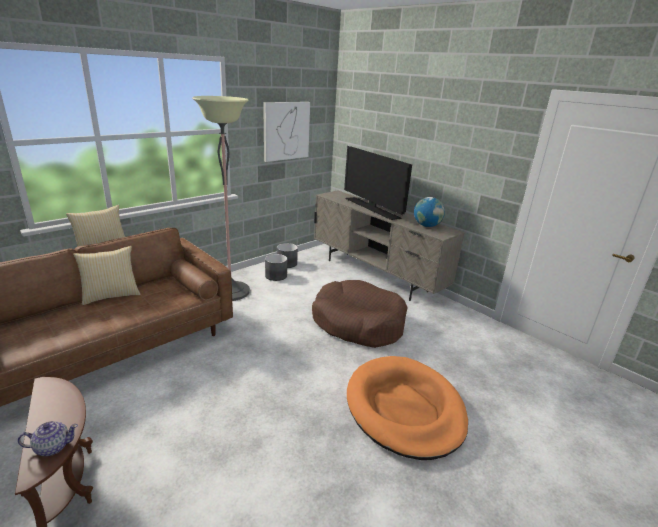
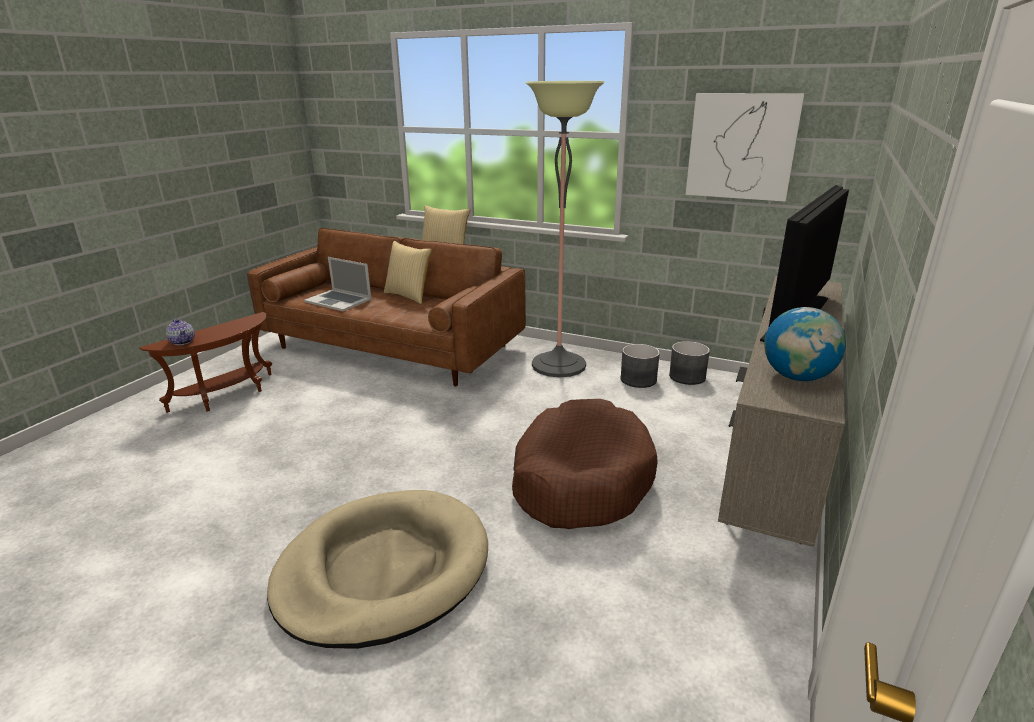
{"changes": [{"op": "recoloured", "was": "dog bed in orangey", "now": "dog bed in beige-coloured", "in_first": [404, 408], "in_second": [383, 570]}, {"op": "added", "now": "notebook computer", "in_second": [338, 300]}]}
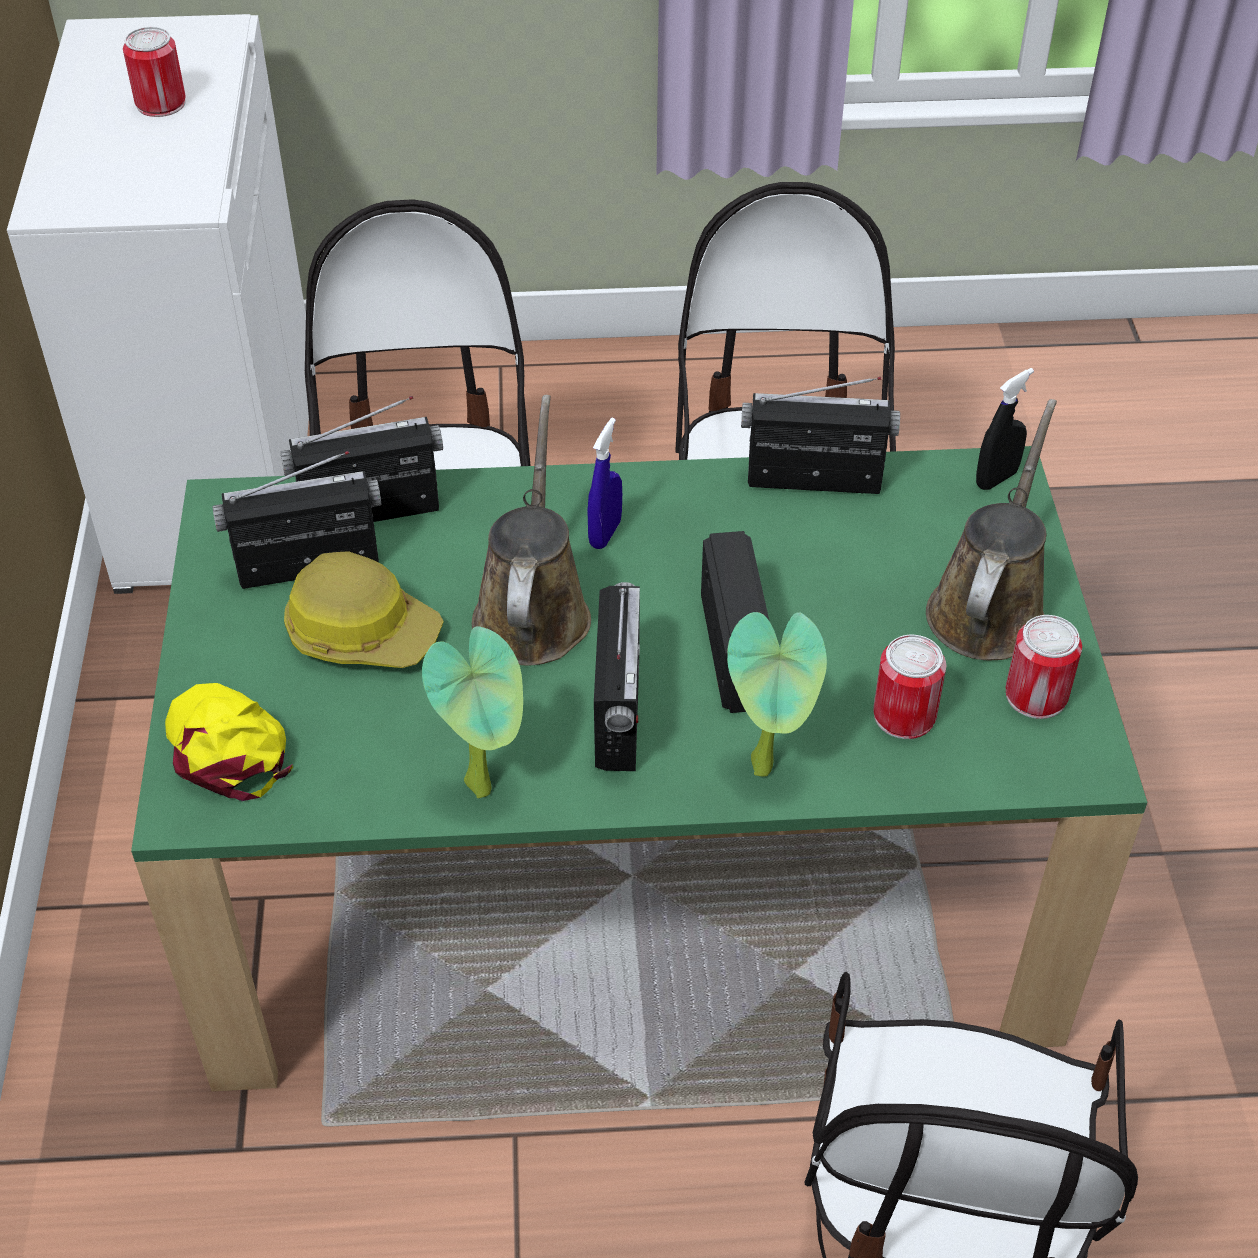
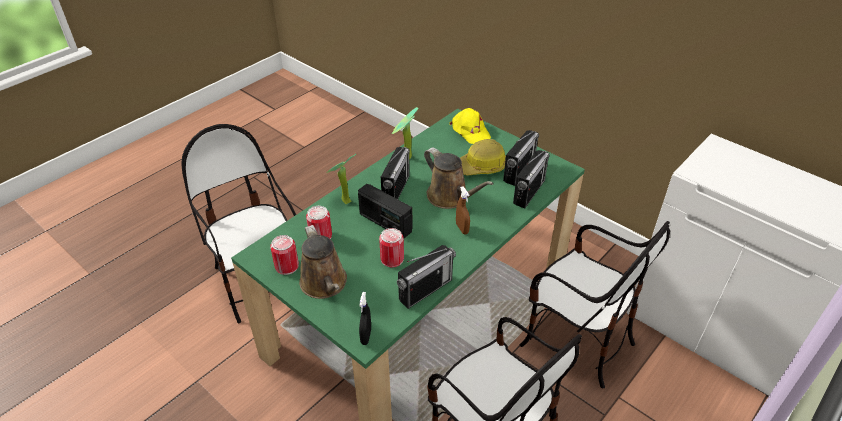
{"changes": [{"op": "moved", "was": "metal can", "in_first": [161, 103], "in_second": [392, 259]}, {"op": "turned", "was": "peaked cap in yellow-coloured", "in_first": [227, 747], "in_second": [470, 131], "clockwise": 45}, {"op": "recoloured", "was": "hand sprayer in bluish", "now": "hand sprayer in brownish", "in_first": [605, 533], "in_second": [462, 229]}, {"op": "turned", "was": "radio receiver", "in_first": [618, 712], "in_second": [396, 189], "clockwise": -120}]}
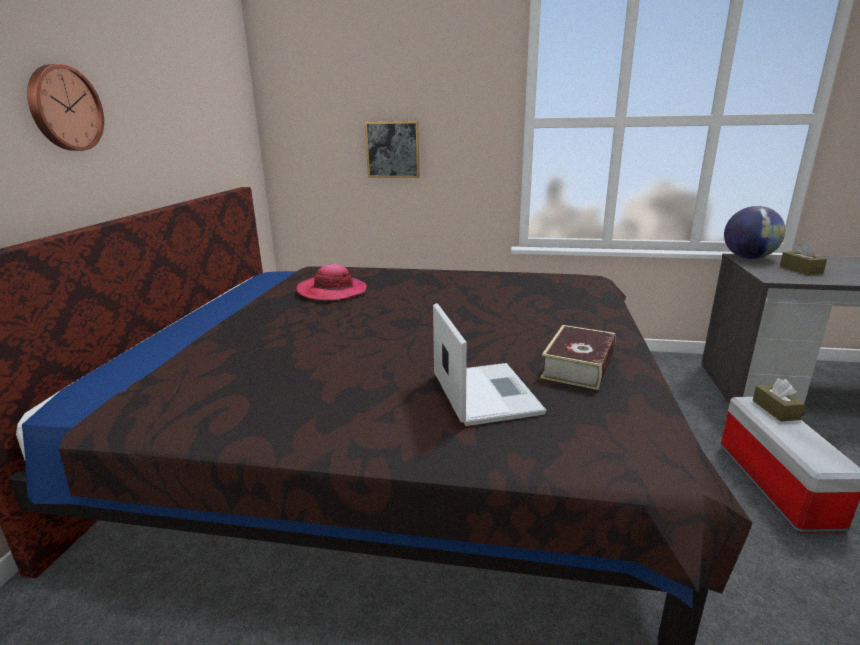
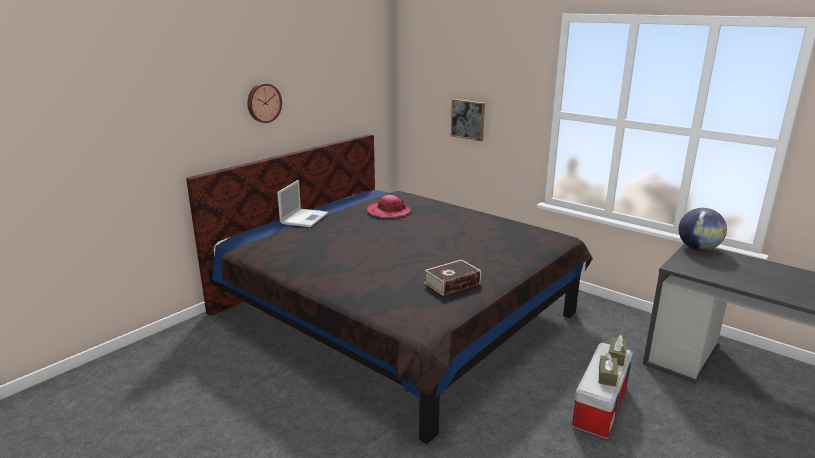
{"changes": [{"op": "moved", "was": "notebook computer", "in_first": [484, 392], "in_second": [305, 218]}, {"op": "moved", "was": "box of tissues in brownish", "in_first": [800, 270], "in_second": [607, 376]}]}
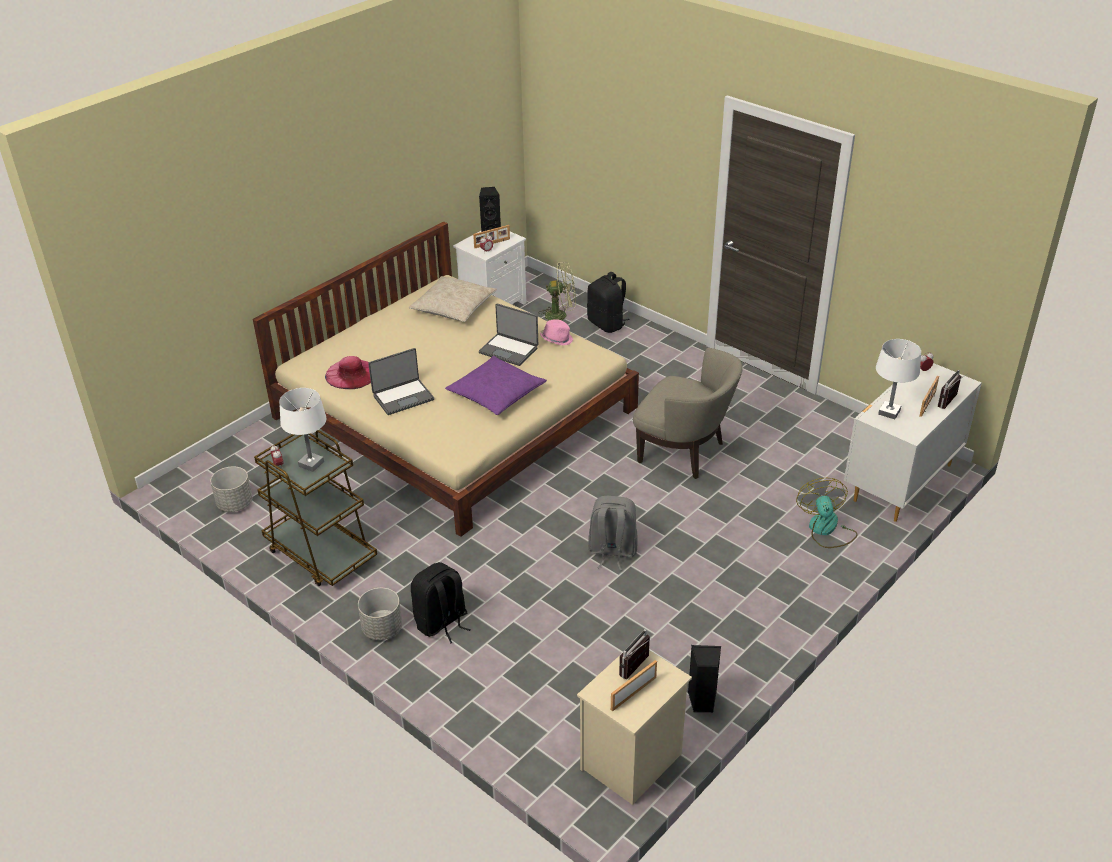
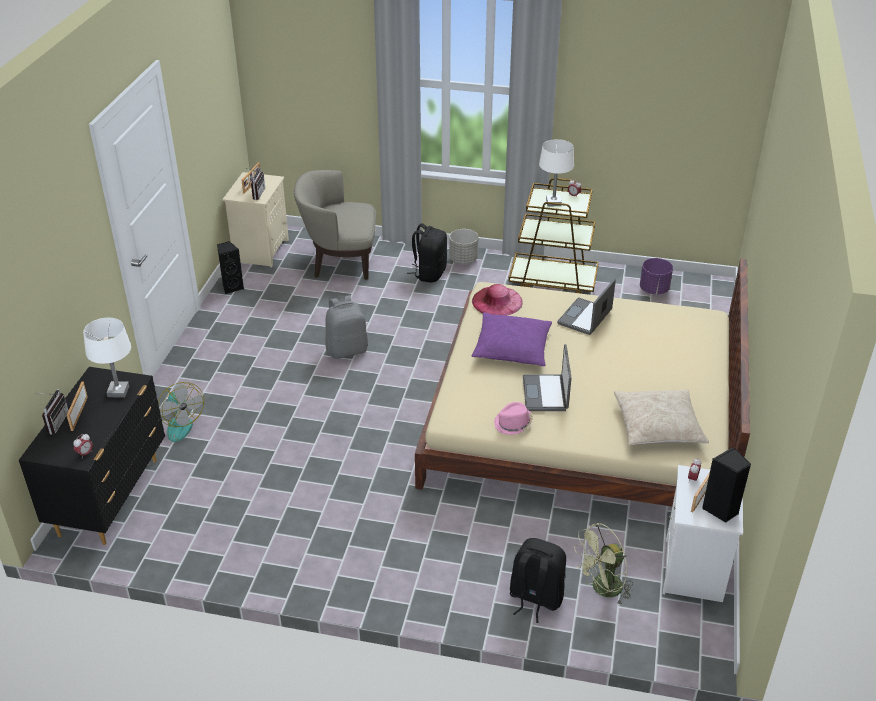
{"changes": [{"op": "recoloured", "was": "flower pot in gray", "now": "flower pot in purplish", "in_first": [235, 504], "in_second": [654, 290]}, {"op": "moved", "was": "hat in pink-coloured", "in_first": [351, 374], "in_second": [497, 301]}, {"op": "turned", "was": "notebook computer", "in_first": [509, 350], "in_second": [546, 394], "clockwise": -90}, {"op": "moved", "was": "lounge chair in beige-coloured", "in_first": [684, 452], "in_second": [340, 262]}, {"op": "recoloured", "was": "chest of drawers in white-coloured", "now": "chest of drawers in black-coloured", "in_first": [900, 483], "in_second": [111, 496]}]}
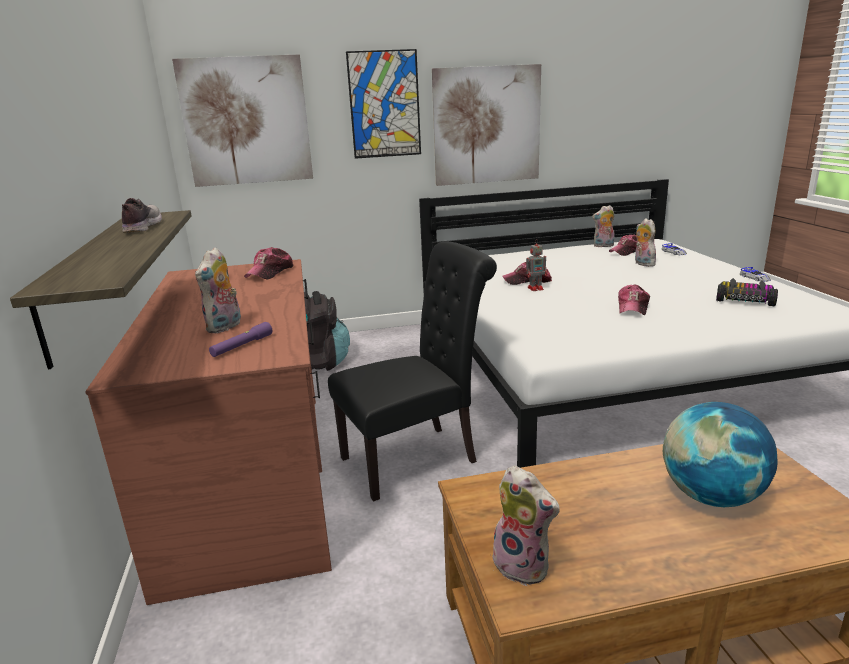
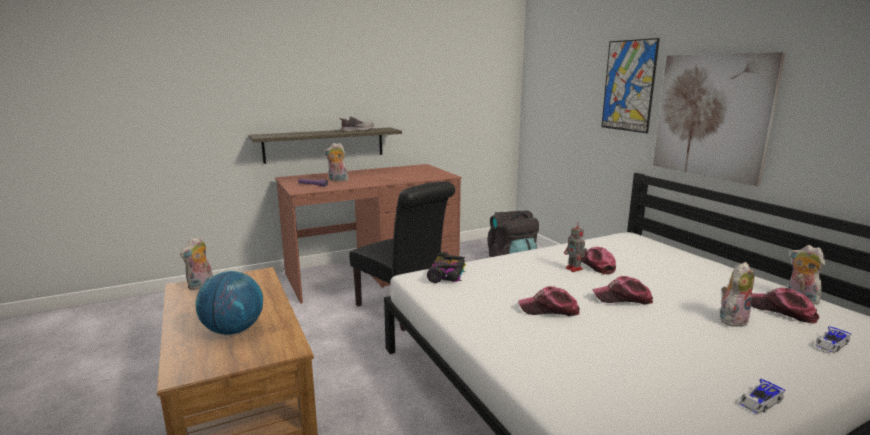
{"changes": [{"op": "removed", "was": "wall picture", "in_first": [246, 121]}, {"op": "moved", "was": "peaked cap", "in_first": [270, 272], "in_second": [622, 298]}, {"op": "moved", "was": "toy car", "in_first": [745, 300], "in_second": [447, 274]}]}
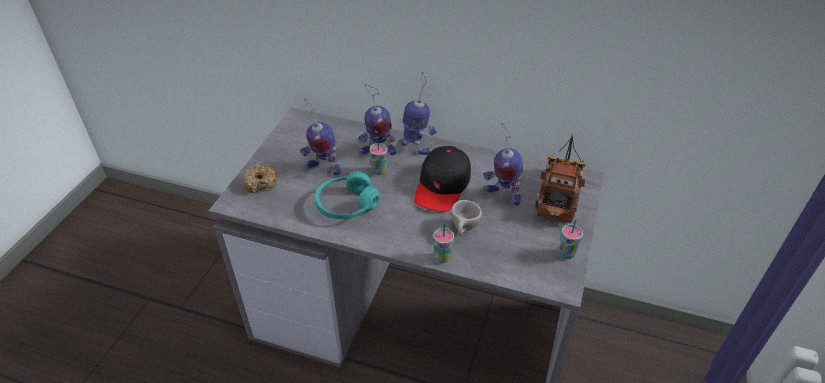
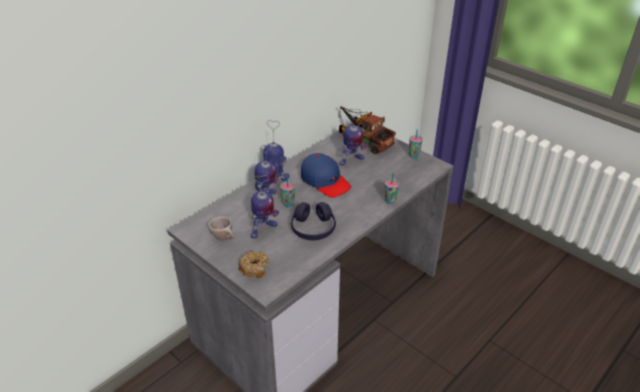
{"changes": [{"op": "recoloured", "was": "pair of headphones in blue-green", "now": "pair of headphones in purplish", "in_first": [347, 205], "in_second": [313, 228]}, {"op": "recoloured", "was": "peaked cap in black-coloured", "now": "peaked cap in bluish", "in_first": [442, 186], "in_second": [325, 181]}, {"op": "moved", "was": "drinking cup in beige-coloured", "in_first": [464, 230], "in_second": [224, 238]}]}
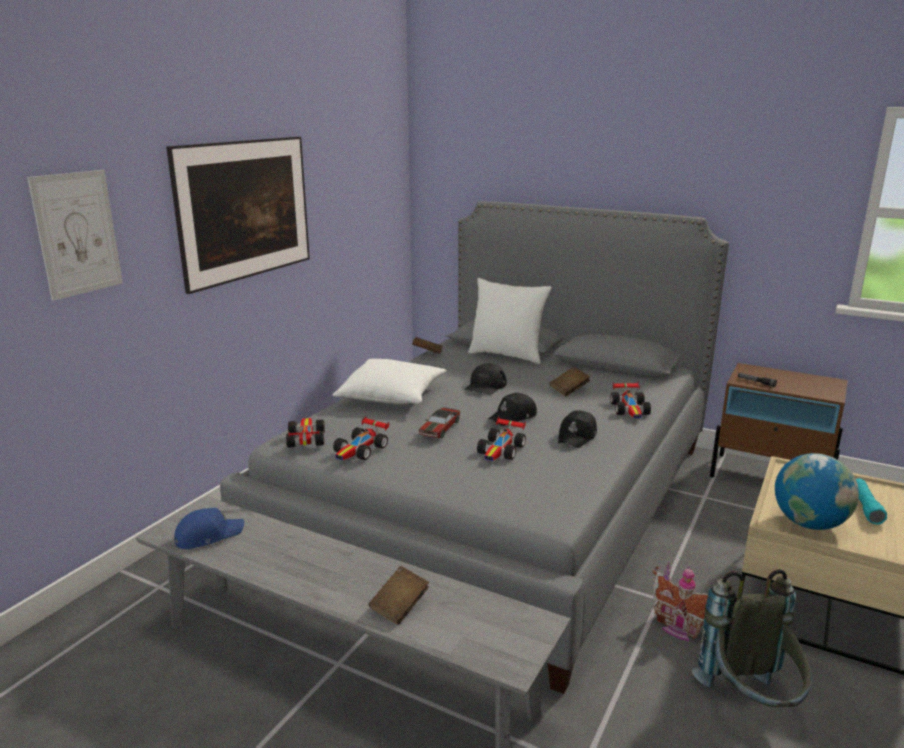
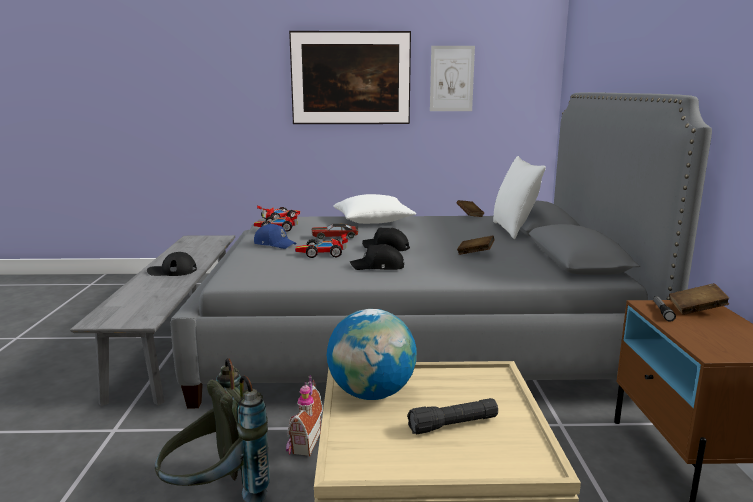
{"changes": [{"op": "moved", "was": "wall picture", "in_first": [77, 234], "in_second": [451, 78]}, {"op": "moved", "was": "peaked cap in bluish", "in_first": [208, 535], "in_second": [274, 244]}, {"op": "moved", "was": "book in brownish", "in_first": [399, 606], "in_second": [696, 310]}, {"op": "moved", "was": "peaked cap in black-coloured", "in_first": [485, 386], "in_second": [172, 271]}, {"op": "removed", "was": "toy car", "in_first": [630, 409]}, {"op": "recoloured", "was": "hand torch in blue-green", "now": "hand torch in black-coloured", "in_first": [865, 507], "in_second": [453, 425]}]}
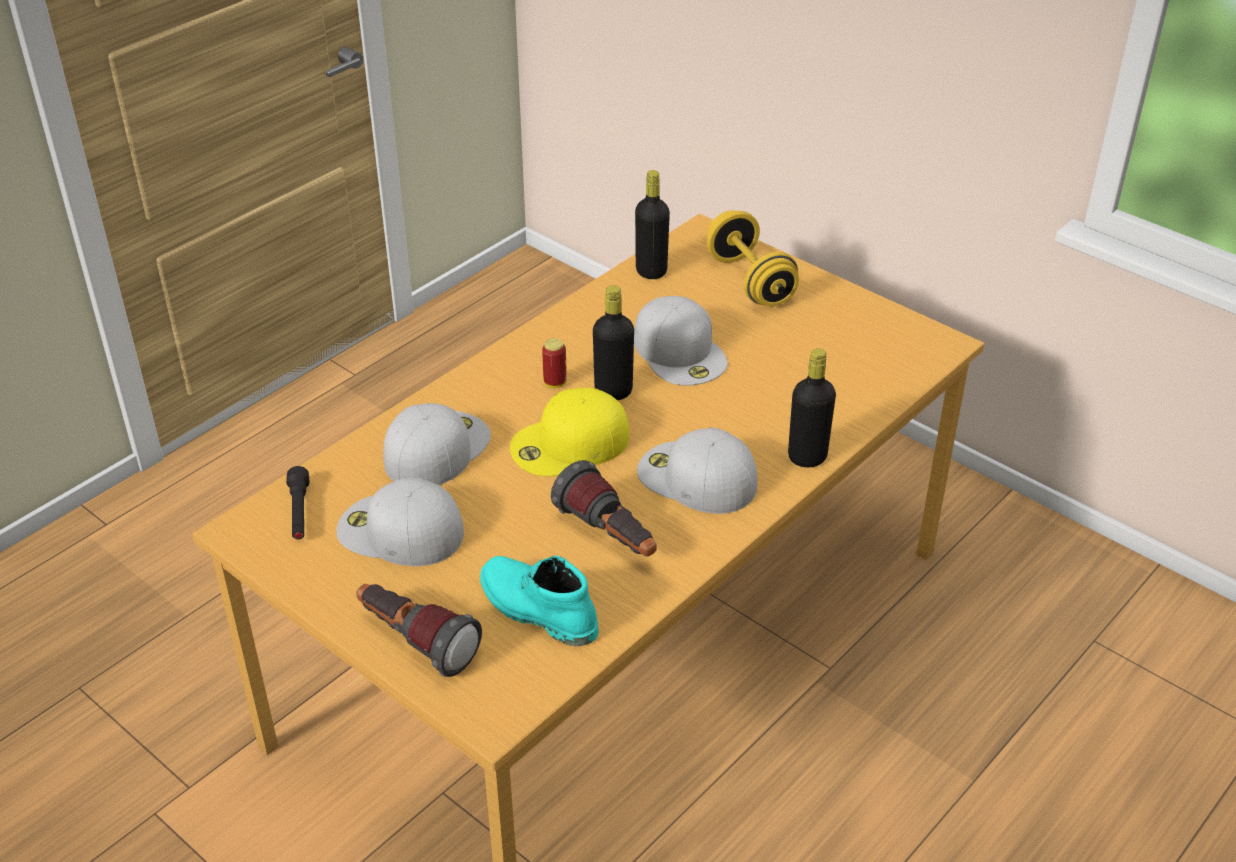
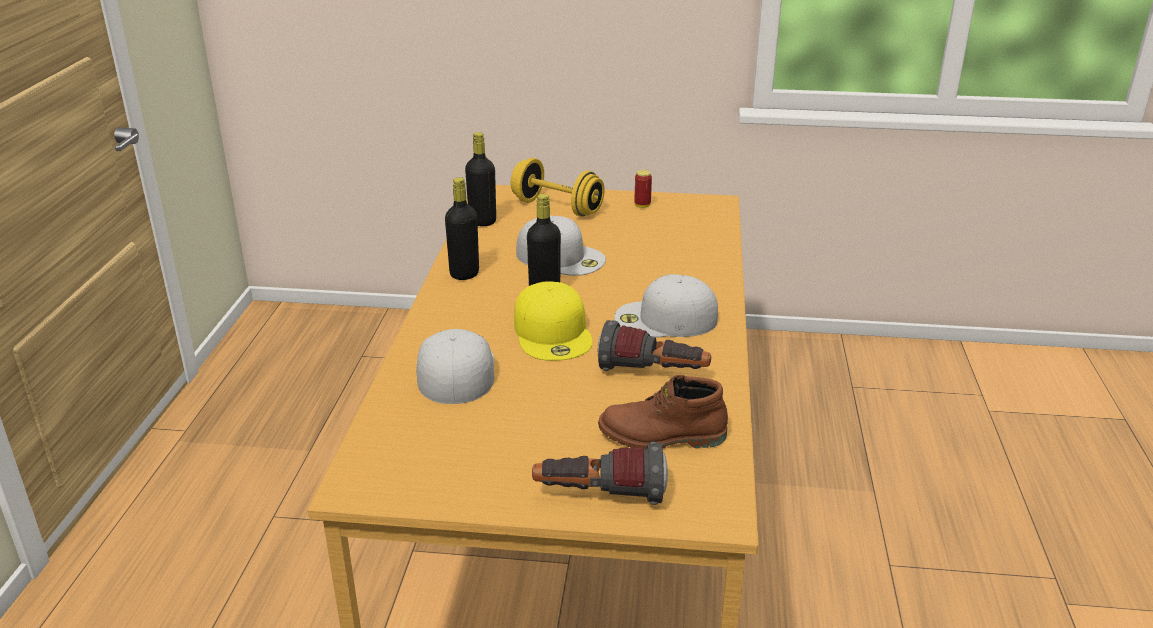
{"changes": [{"op": "removed", "was": "hand torch in black-coloured", "in_first": [299, 512]}, {"op": "removed", "was": "peaked cap in white-coloured", "in_first": [399, 531]}, {"op": "recoloured", "was": "tall boot in blue-green", "now": "tall boot in brownish", "in_first": [536, 610], "in_second": [661, 437]}, {"op": "turned", "was": "peaked cap in yellow-coloured", "in_first": [569, 444], "in_second": [553, 332], "clockwise": -45}, {"op": "moved", "was": "metal can", "in_first": [555, 383], "in_second": [642, 205]}, {"op": "moved", "was": "beverage bottle in black-coloured", "in_first": [807, 457], "in_second": [464, 274]}]}
